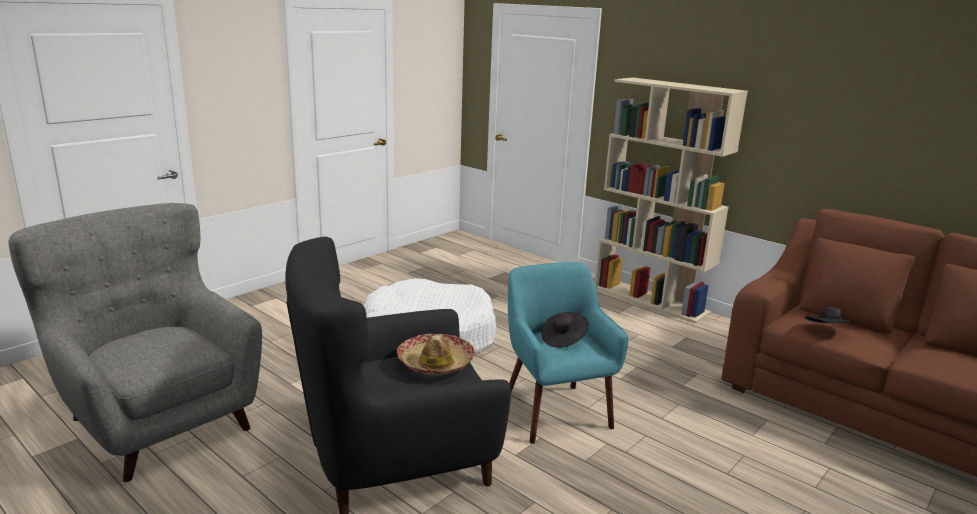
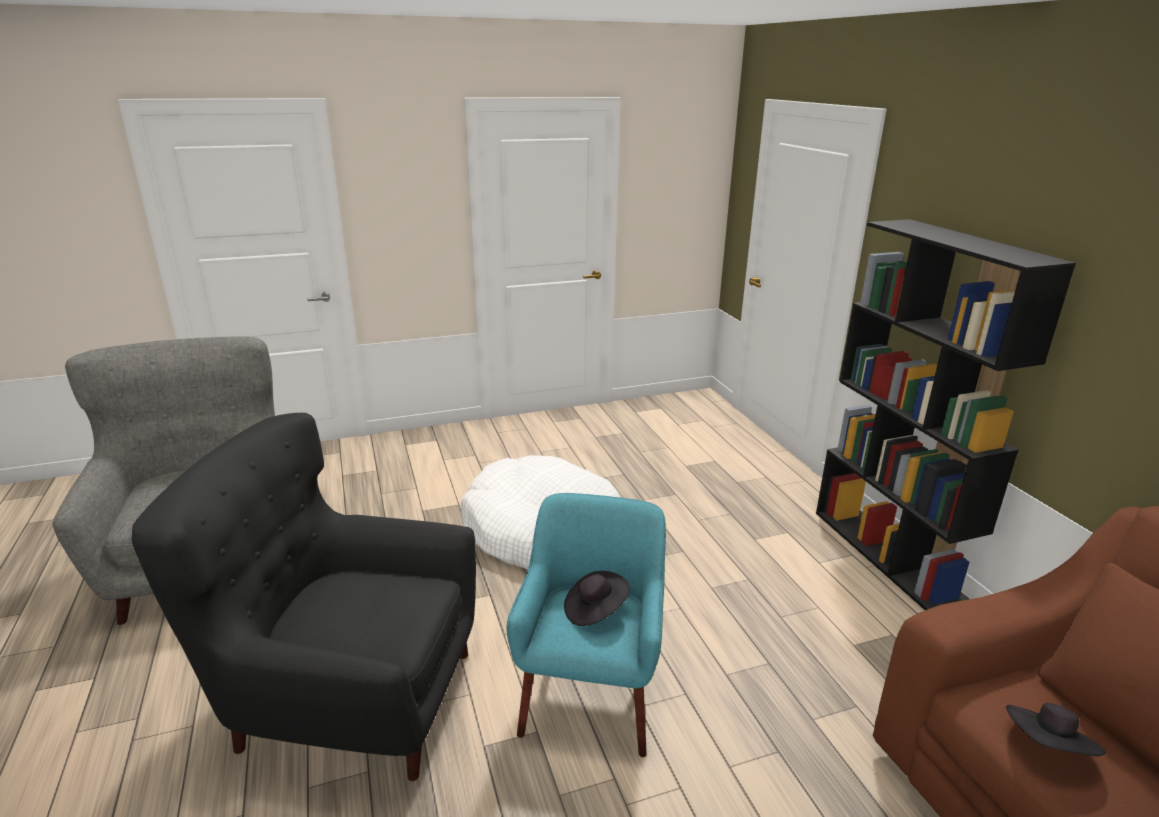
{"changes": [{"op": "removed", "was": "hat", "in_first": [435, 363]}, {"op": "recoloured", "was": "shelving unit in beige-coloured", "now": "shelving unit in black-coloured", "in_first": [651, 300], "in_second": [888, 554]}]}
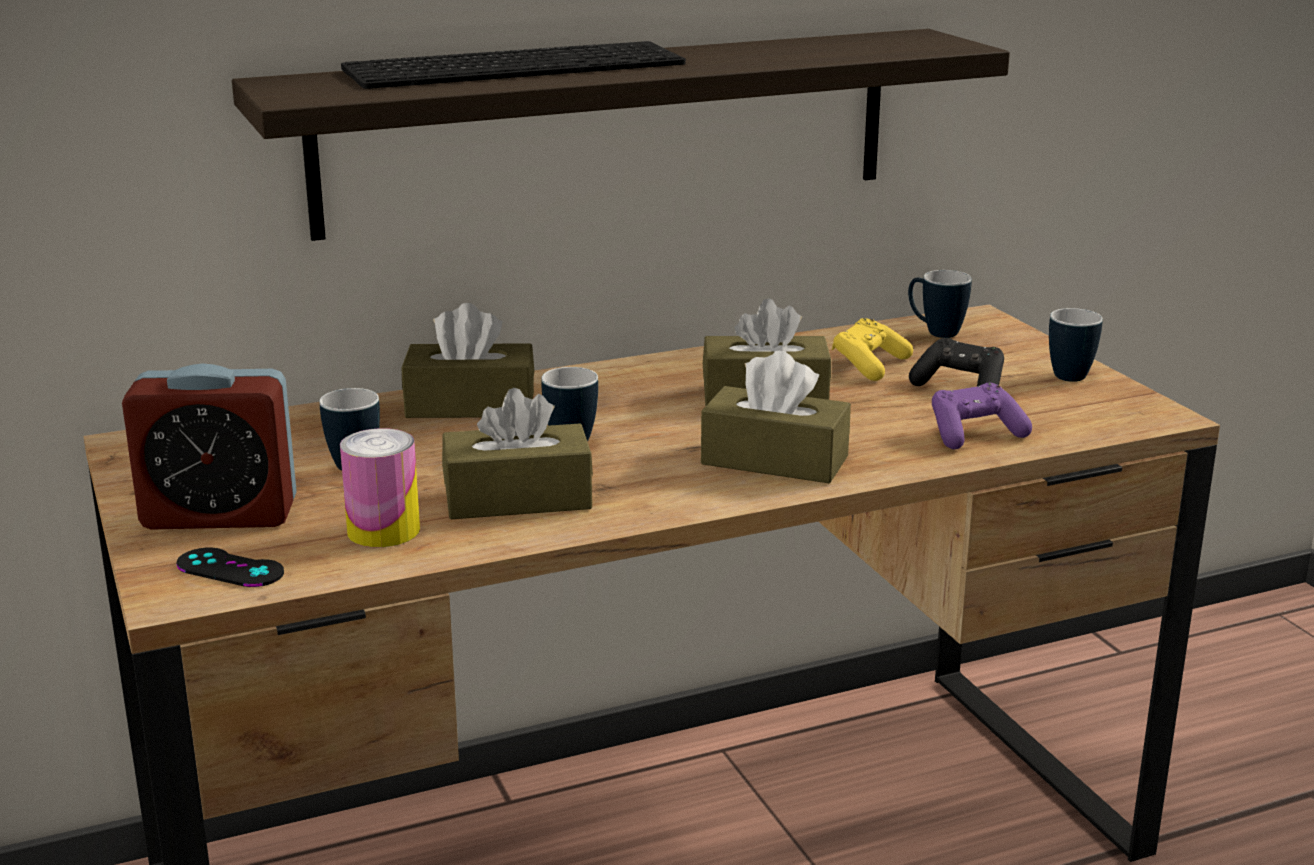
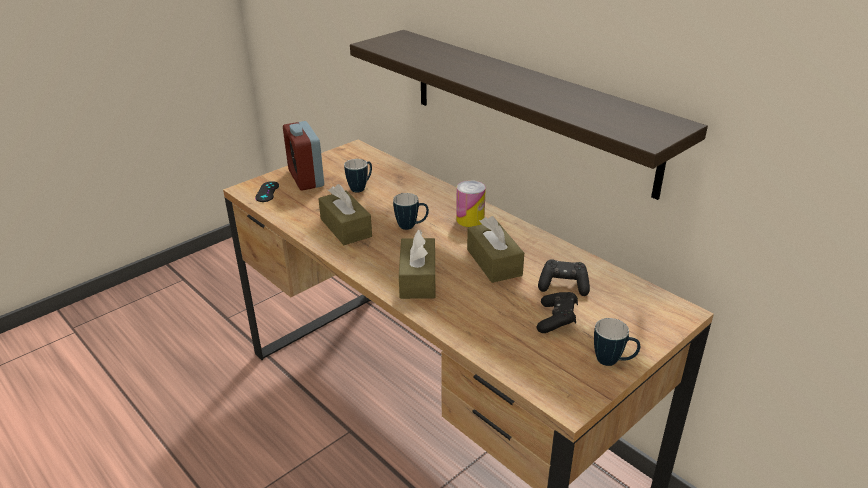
{"changes": [{"op": "moved", "was": "metal can", "in_first": [383, 530], "in_second": [470, 220]}, {"op": "removed", "was": "computer keyboard", "in_first": [516, 66]}, {"op": "removed", "was": "box of tissues in brownish", "in_first": [470, 405]}, {"op": "recoloured", "was": "game controller in yellow-coloured", "now": "game controller in black-coloured", "in_first": [869, 365], "in_second": [563, 285]}, {"op": "removed", "was": "coffee mug", "in_first": [935, 332]}, {"op": "removed", "was": "game controller in purplish", "in_first": [974, 434]}]}
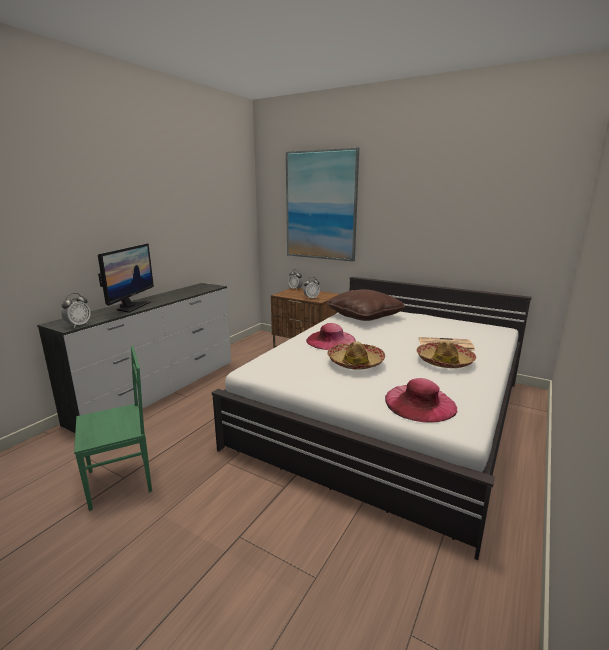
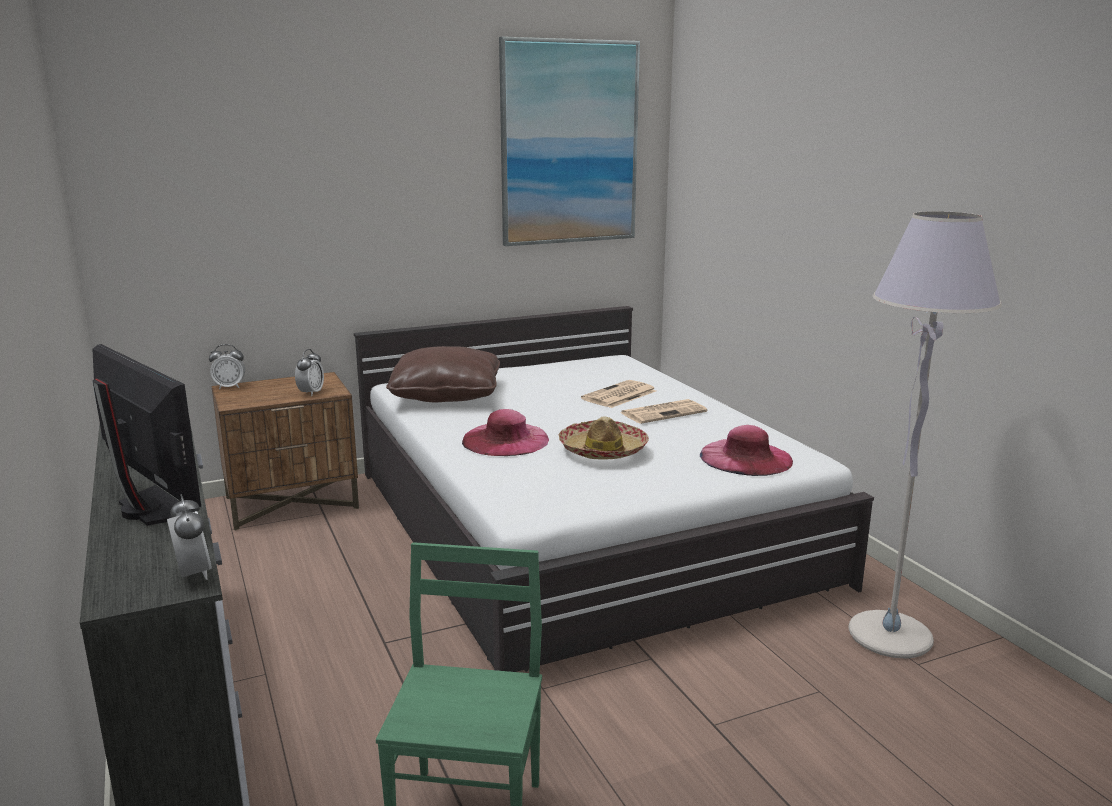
{"changes": [{"op": "moved", "was": "wall picture", "in_first": [321, 206], "in_second": [569, 143]}, {"op": "replaced", "was": "hat", "now": "printed paper", "in_first": [444, 361], "in_second": [664, 412]}, {"op": "added", "now": "standing lamp in gray", "in_second": [890, 636]}]}
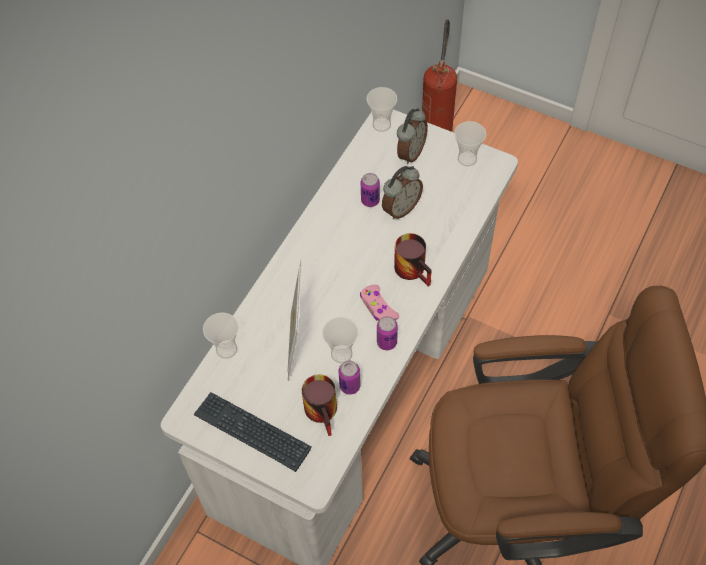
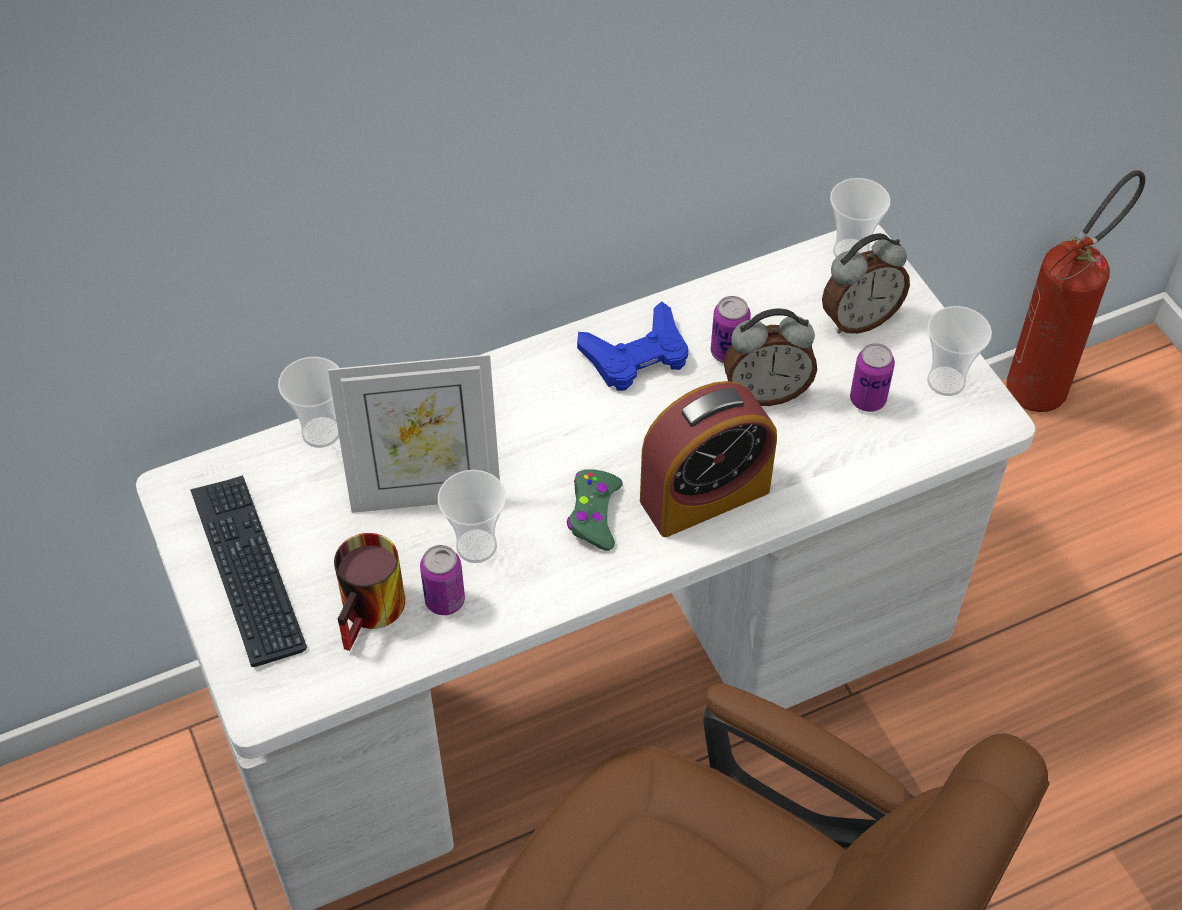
{"changes": [{"op": "turned", "was": "standing frame", "in_first": [298, 345], "in_second": [425, 492], "clockwise": -135}, {"op": "recoloured", "was": "game controller in pink-coloured", "now": "game controller in green-coloured", "in_first": [378, 307], "in_second": [594, 515]}, {"op": "moved", "was": "metal can", "in_first": [386, 342], "in_second": [867, 400]}, {"op": "replaced", "was": "coffee mug", "now": "table clock", "in_first": [415, 269], "in_second": [704, 495]}, {"op": "added", "now": "game controller in bluish", "in_second": [636, 355]}]}
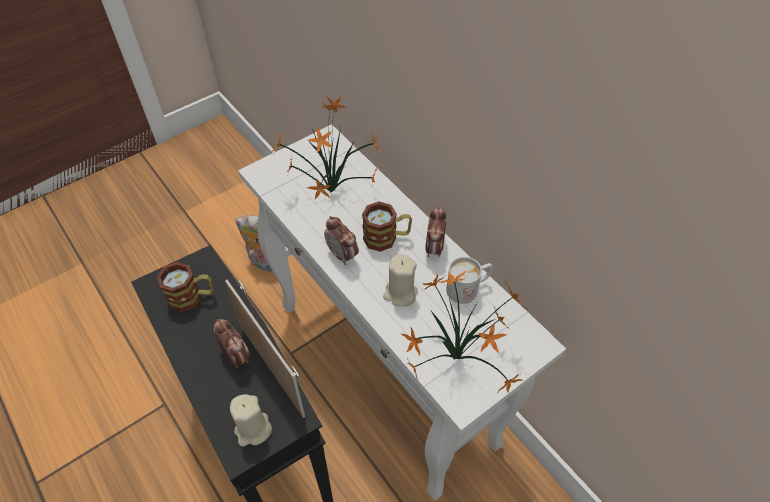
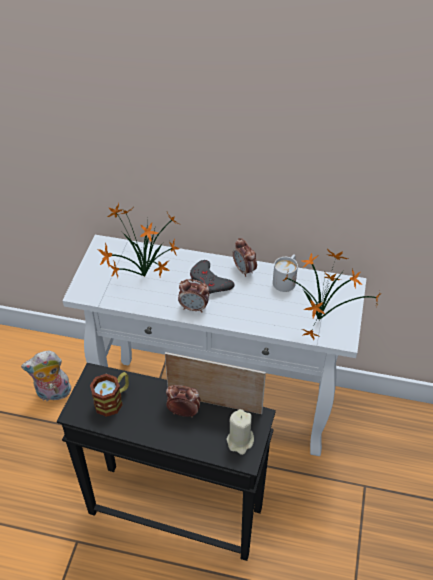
{"changes": [{"op": "replaced", "was": "coffee mug", "now": "game controller in gray", "in_first": [387, 238], "in_second": [210, 281]}, {"op": "removed", "was": "wax candle in beige-coloured", "in_first": [400, 293]}]}
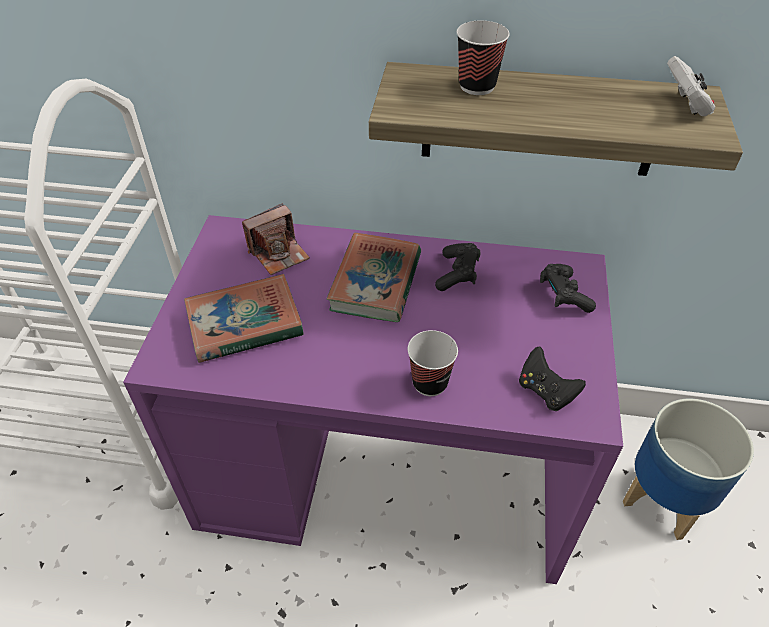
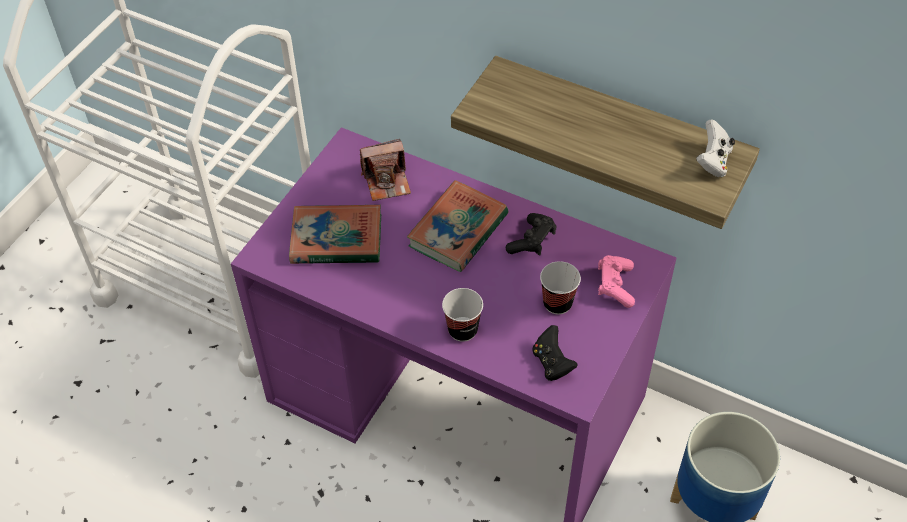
{"changes": [{"op": "moved", "was": "drinking cup", "in_first": [477, 86], "in_second": [557, 303]}, {"op": "recoloured", "was": "game controller in black-coloured", "now": "game controller in pink-coloured", "in_first": [563, 295], "in_second": [615, 286]}]}
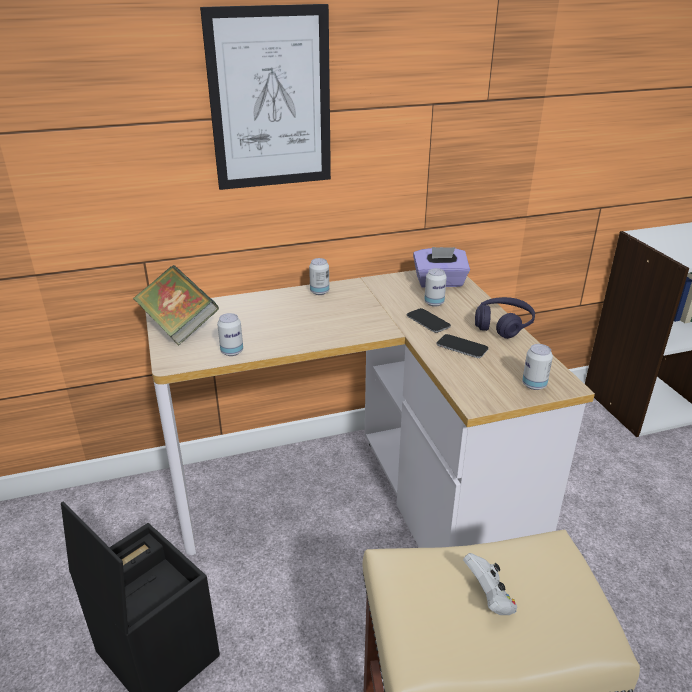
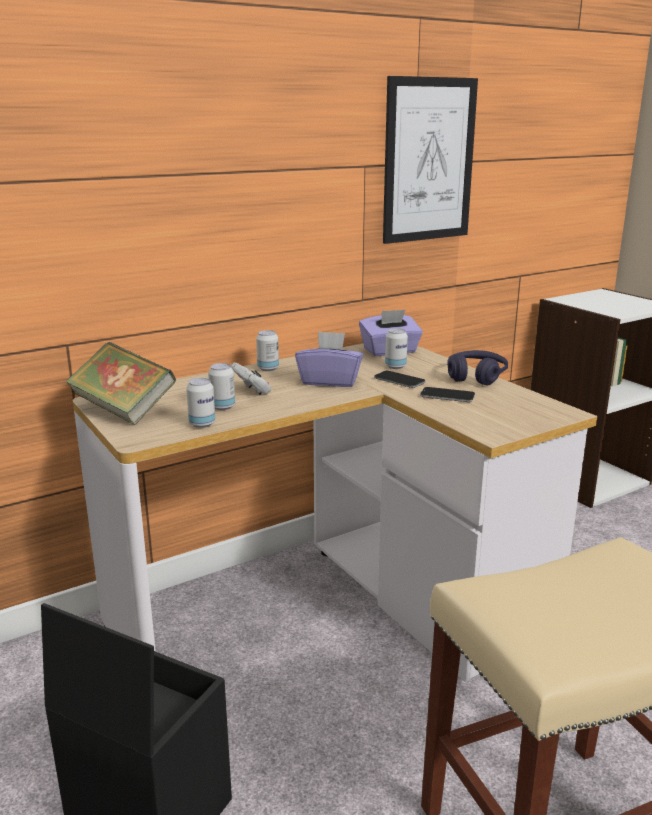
{"changes": [{"op": "moved", "was": "wall picture", "in_first": [270, 100], "in_second": [429, 160]}, {"op": "moved", "was": "game controller in white-coloured", "in_first": [489, 598], "in_second": [252, 391]}, {"op": "moved", "was": "metal can", "in_first": [534, 385], "in_second": [222, 407]}, {"op": "added", "now": "box of tissues in purplish", "in_second": [330, 381]}]}
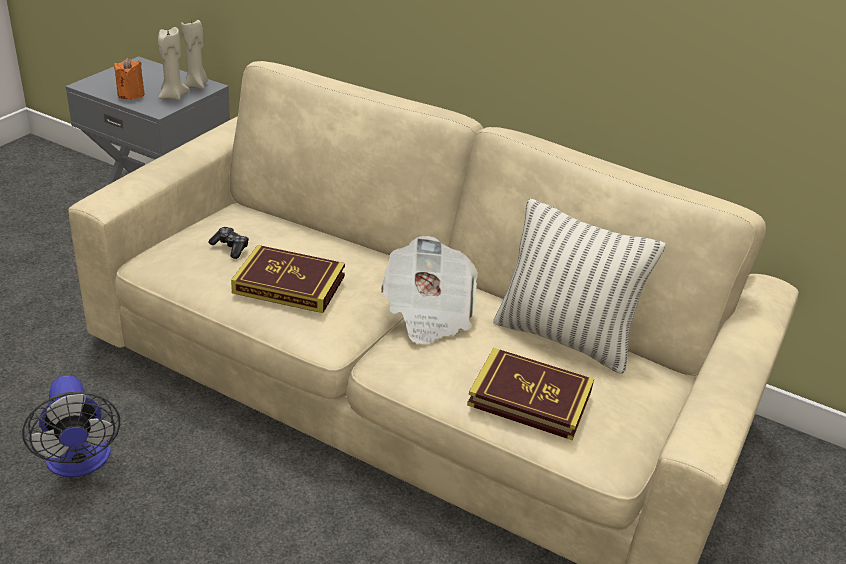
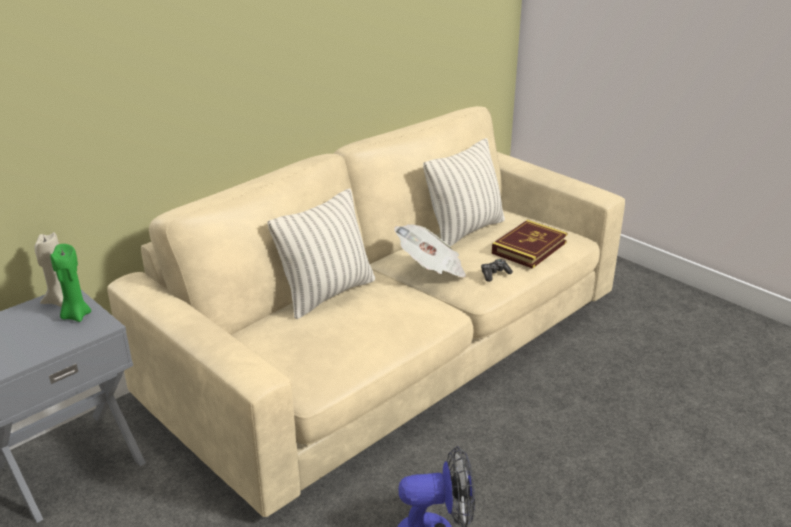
{"changes": [{"op": "removed", "was": "wax candle in orangey", "in_first": [131, 94]}, {"op": "recoloured", "was": "wax candle in beige-coloured", "now": "wax candle in green-coloured", "in_first": [173, 96], "in_second": [76, 315]}, {"op": "moved", "was": "game controller", "in_first": [230, 247], "in_second": [494, 274]}, {"op": "removed", "was": "book", "in_first": [289, 284]}, {"op": "added", "now": "throw pillow", "in_second": [327, 294]}]}
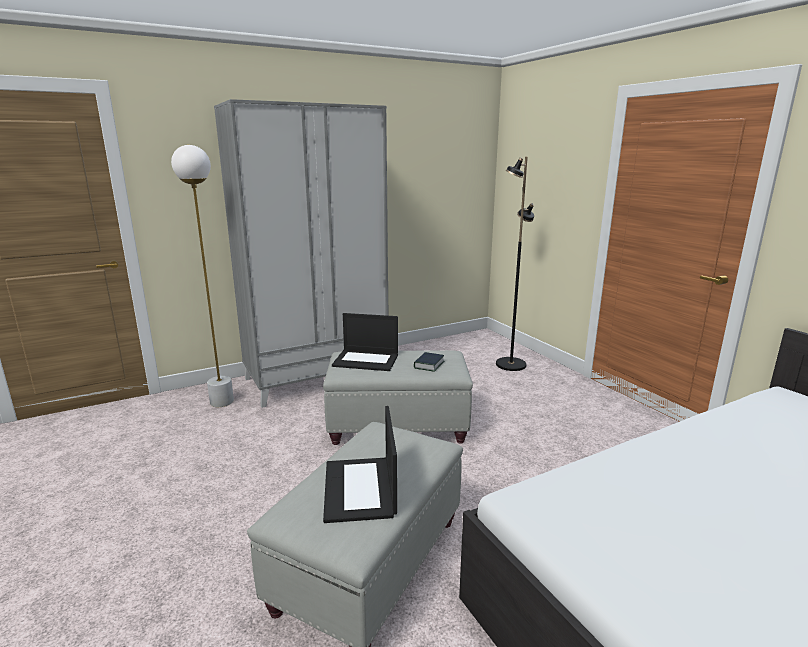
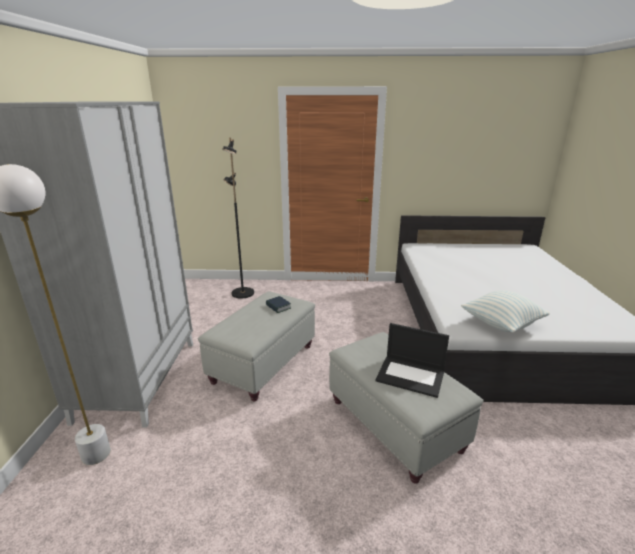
{"changes": [{"op": "removed", "was": "notebook computer", "in_first": [367, 360]}, {"op": "added", "now": "throw pillow", "in_second": [501, 324]}]}
